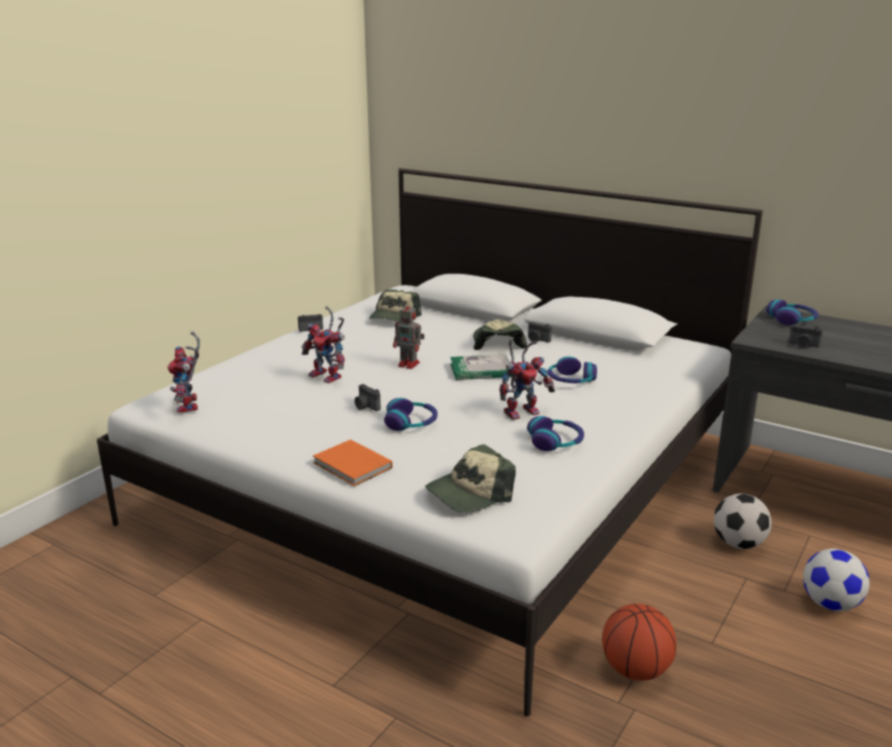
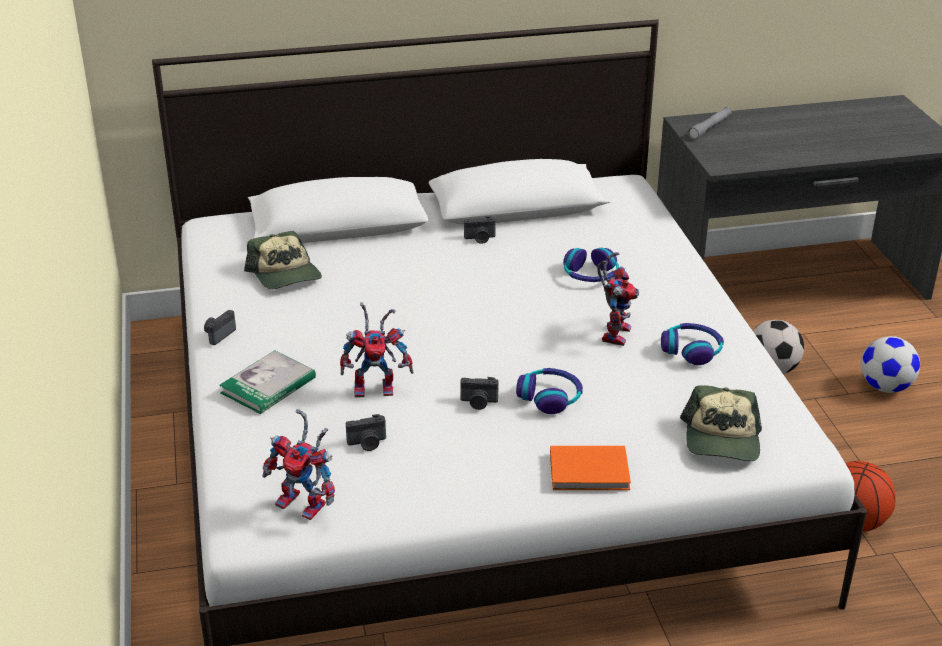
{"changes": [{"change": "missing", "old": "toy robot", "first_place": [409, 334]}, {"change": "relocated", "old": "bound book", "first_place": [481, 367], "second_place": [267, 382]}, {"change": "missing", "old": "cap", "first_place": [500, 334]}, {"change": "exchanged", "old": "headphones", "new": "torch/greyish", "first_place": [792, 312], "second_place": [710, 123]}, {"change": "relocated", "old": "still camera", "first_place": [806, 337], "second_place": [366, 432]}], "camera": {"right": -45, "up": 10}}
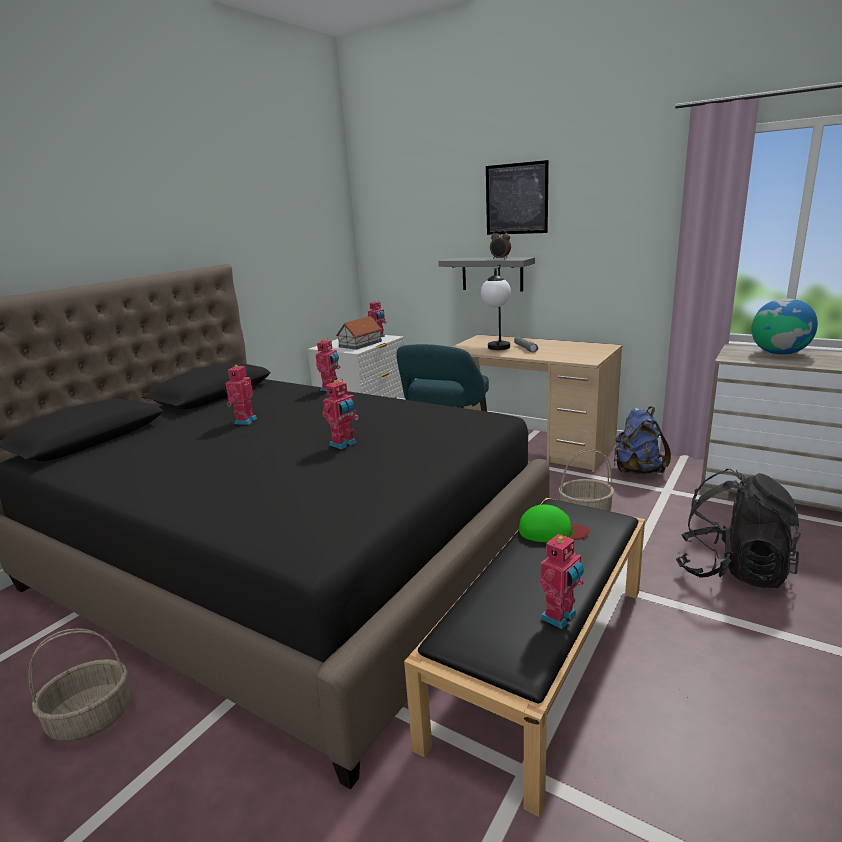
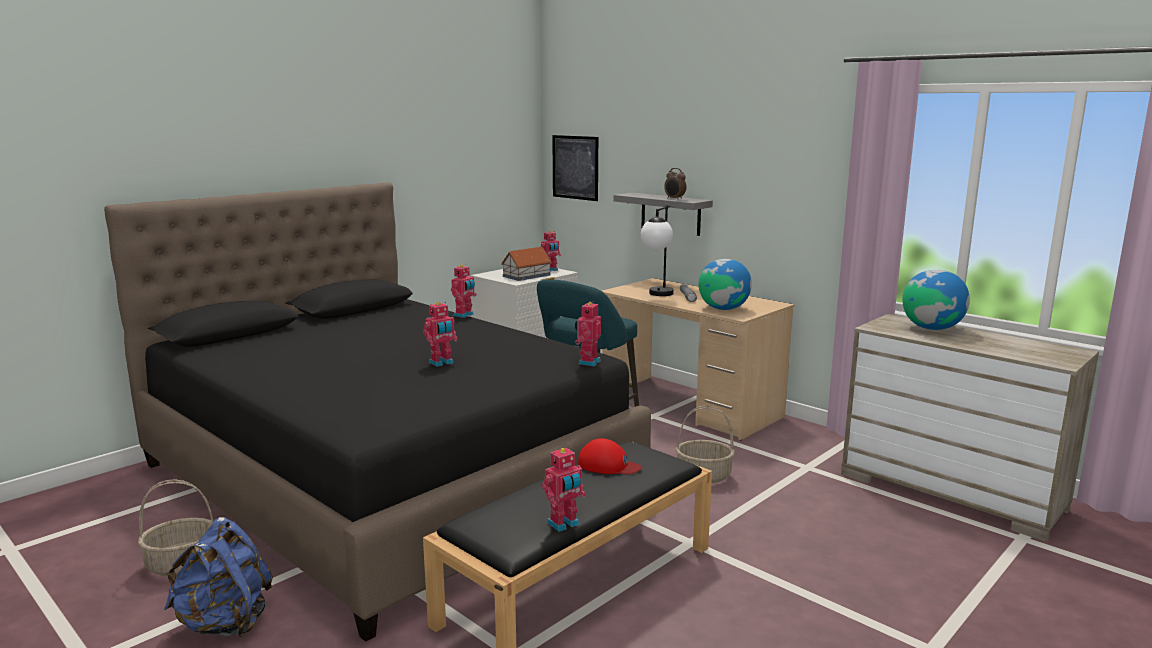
{"changes": [{"change": "relocated", "old": "toy robot", "first_place": [241, 394], "second_place": [588, 333]}, {"change": "relocated", "old": "wall picture", "first_place": [517, 197], "second_place": [575, 168]}, {"change": "colour", "old": "cap/green", "new": "cap/reddish", "first_place": [554, 524], "second_place": [610, 456]}, {"change": "relocated", "old": "backpack/bluish", "first_place": [642, 440], "second_place": [218, 577]}, {"change": "missing", "old": "backpack/black-coloured", "first_place": [738, 528]}, {"change": "appeared", "new": "world globe", "second_place": [725, 284]}], "camera": {"right": 10, "up": -5}}
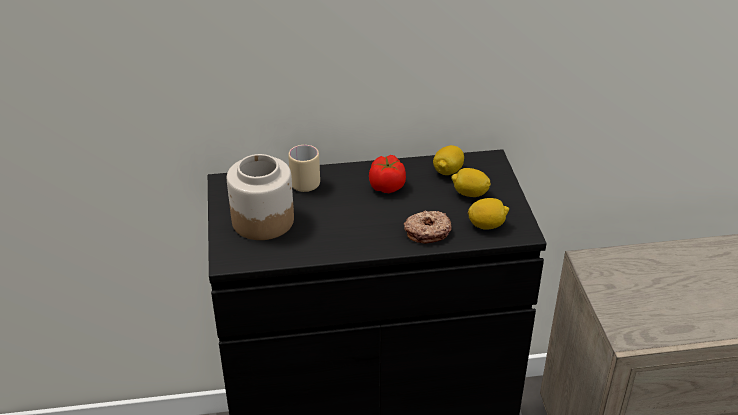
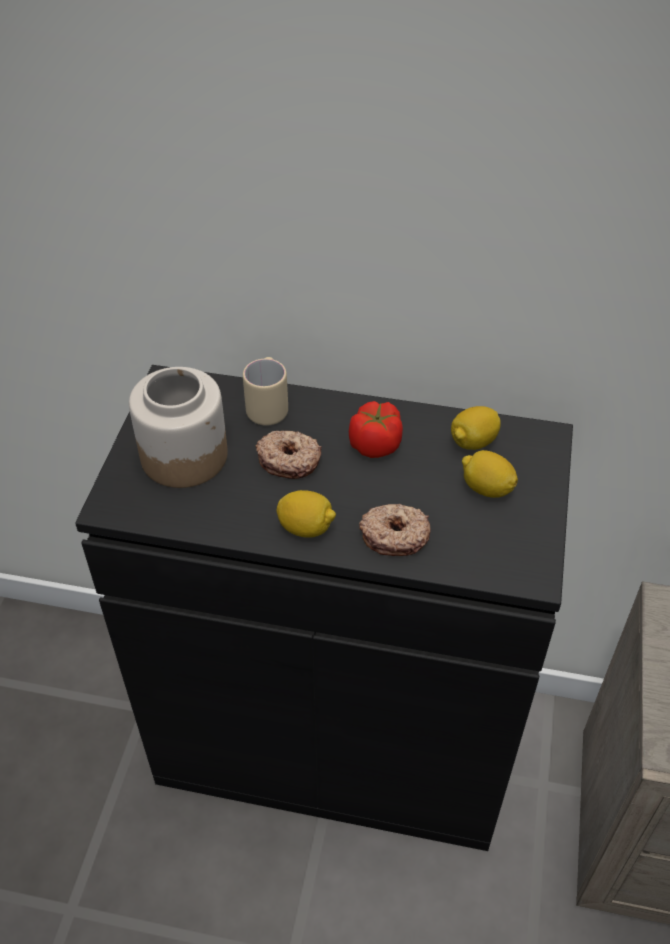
{"changes": [{"change": "relocated", "old": "lemon", "first_place": [488, 214], "second_place": [306, 514]}, {"change": "appeared", "new": "ring doughnut", "second_place": [288, 455]}], "camera": {"right": 20, "up": 10}}
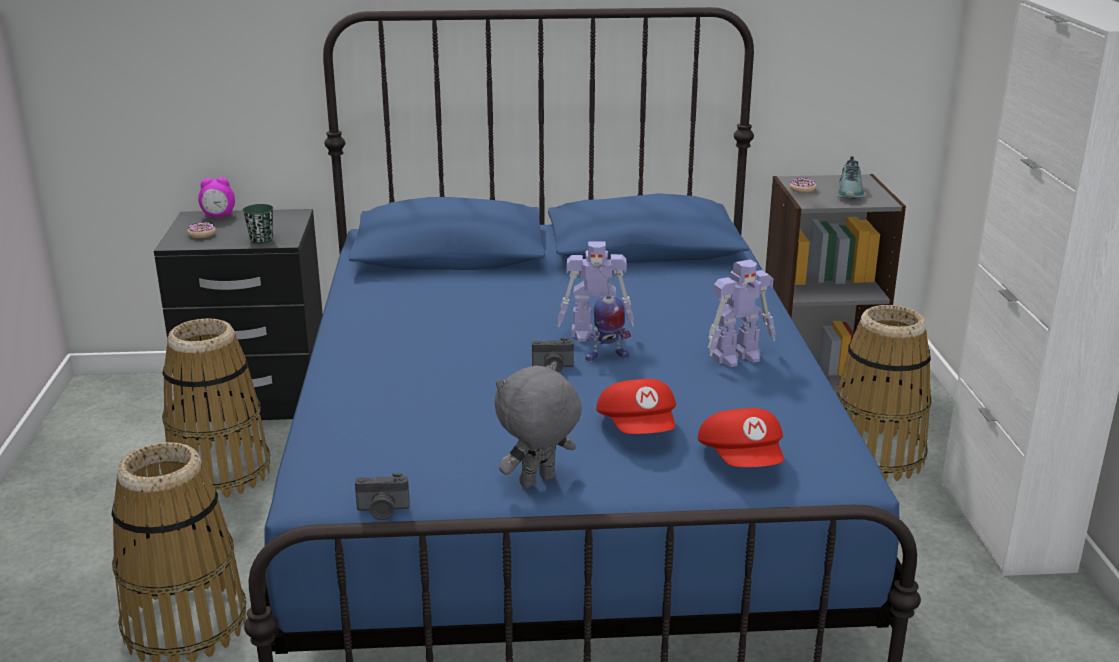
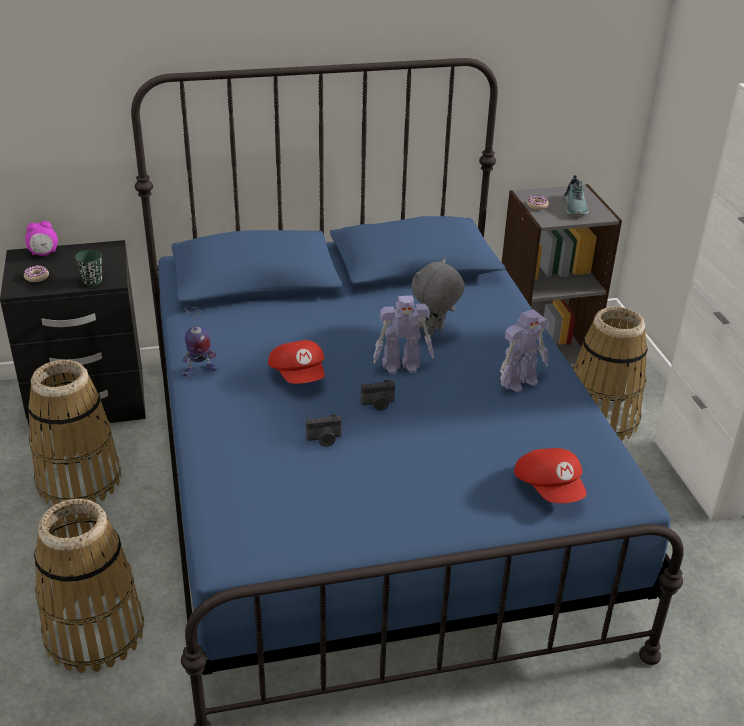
{"changes": [{"change": "relocated", "old": "still camera", "first_place": [382, 496], "second_place": [324, 430]}, {"change": "relocated", "old": "plush toy/greyish", "first_place": [538, 425], "second_place": [438, 297]}, {"change": "relocated", "old": "toy robot", "first_place": [608, 313], "second_place": [199, 341]}, {"change": "relocated", "old": "cap/reddish", "first_place": [636, 406], "second_place": [296, 362]}], "camera": {"right": -10, "up": 10}}
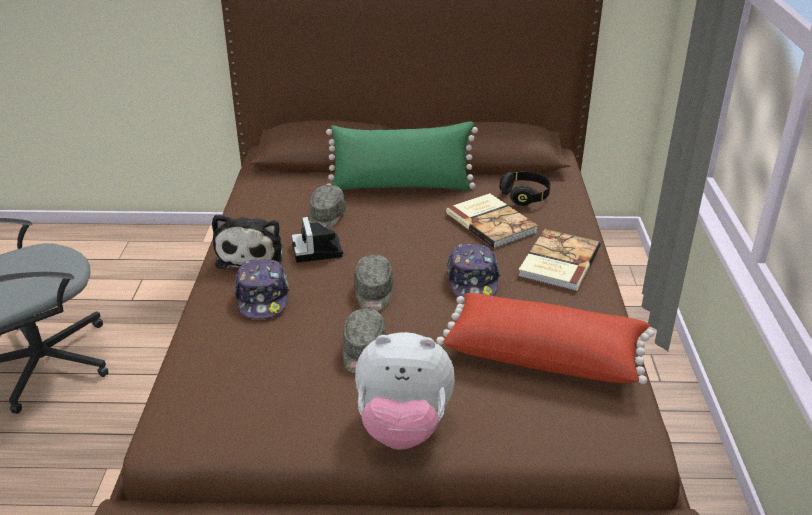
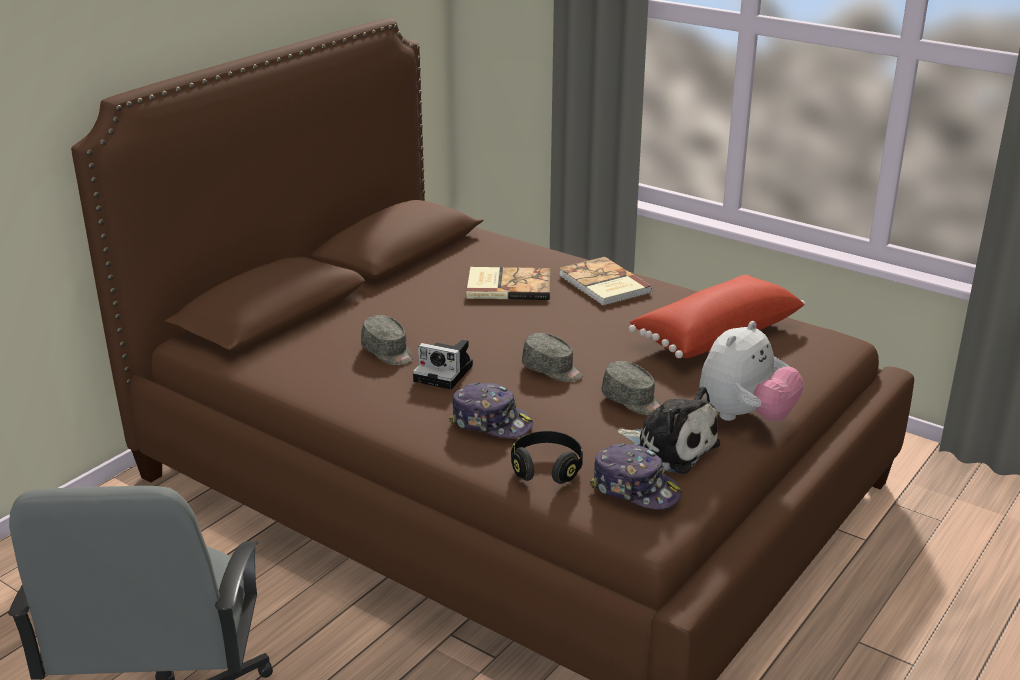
{"changes": [{"change": "relocated", "old": "plush toy", "first_place": [247, 241], "second_place": [669, 430]}, {"change": "missing", "old": "pillow/green", "first_place": [402, 156]}, {"change": "relocated", "old": "cap", "first_place": [473, 270], "second_place": [636, 476]}, {"change": "relocated", "old": "headphones/black-coloured", "first_place": [524, 189], "second_place": [547, 457]}], "camera": {"right": -55, "up": -5}}
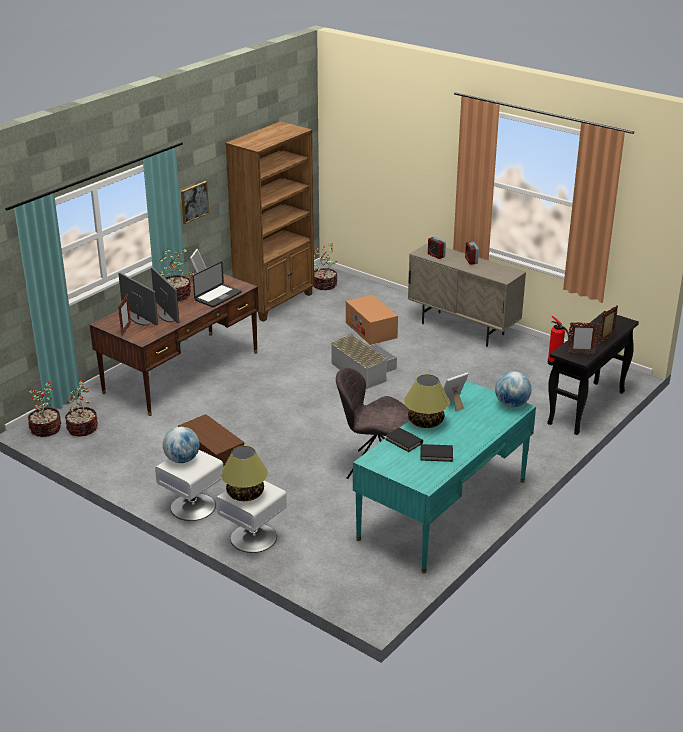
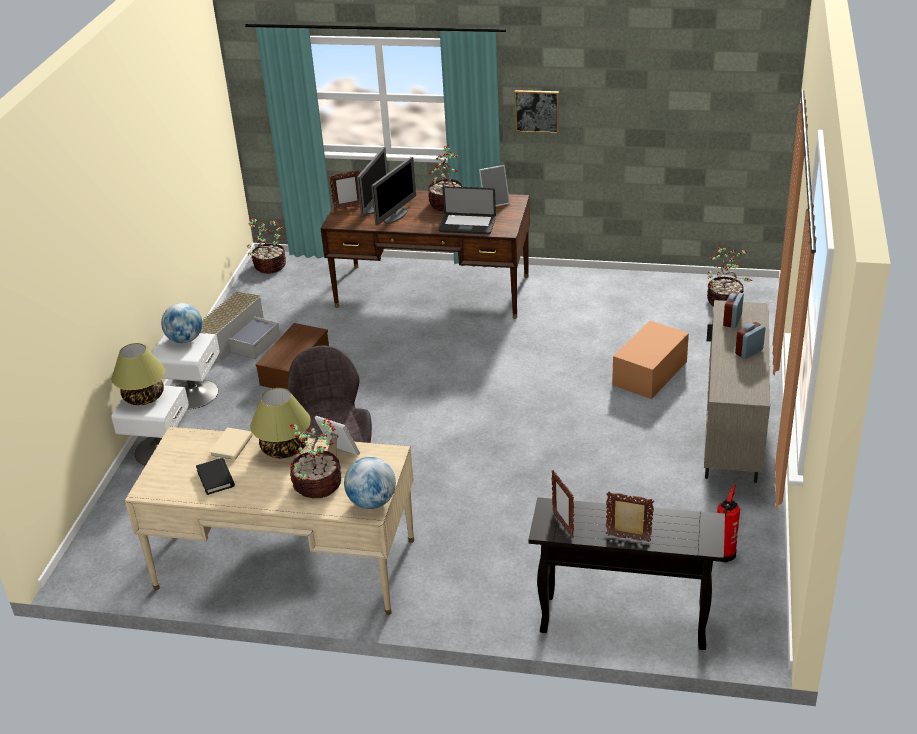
{"changes": [{"change": "relocated", "old": "plant in a pot", "first_place": [81, 408], "second_place": [315, 458]}, {"change": "missing", "old": "shelving unit/brown", "first_place": [269, 221]}, {"change": "relocated", "old": "storage box/greyish", "first_place": [364, 361], "second_place": [240, 327]}, {"change": "colour", "old": "desk unit/blue-green", "new": "desk unit/sand-coloured", "first_place": [444, 476], "second_place": [269, 521]}, {"change": "colour", "old": "bound book/black-coloured", "new": "bound book/sand-coloured", "first_place": [404, 439], "second_place": [231, 444]}], "camera": {"right": 65, "up": 5}}
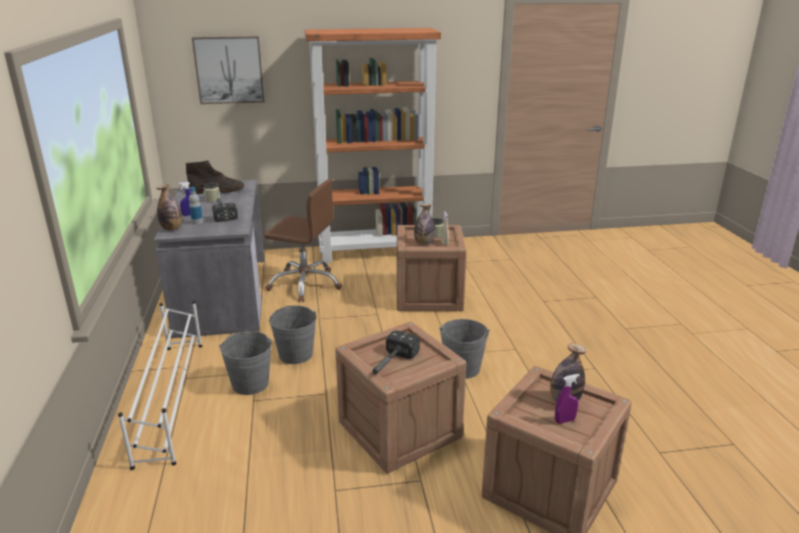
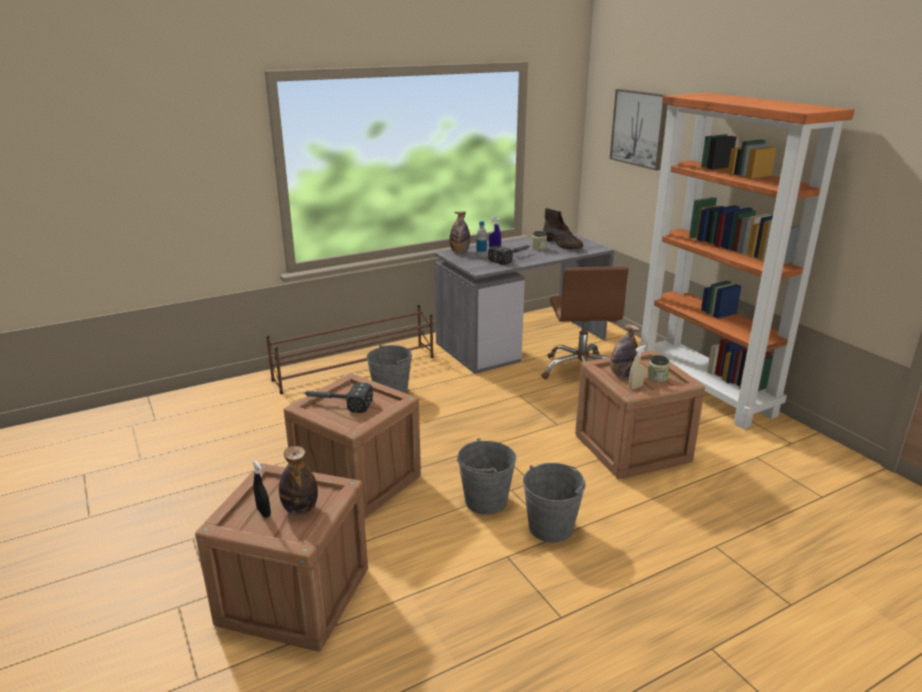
{"changes": [{"change": "colour", "old": "shoe rack/whitish", "new": "shoe rack/brown", "first_place": [160, 385], "second_place": [350, 349]}, {"change": "relocated", "old": "bucket/greyish", "first_place": [293, 335], "second_place": [554, 503]}, {"change": "colour", "old": "sprayer/purple", "new": "sprayer/black-coloured", "first_place": [567, 399], "second_place": [262, 489]}], "camera": {"right": 70, "up": 0}}
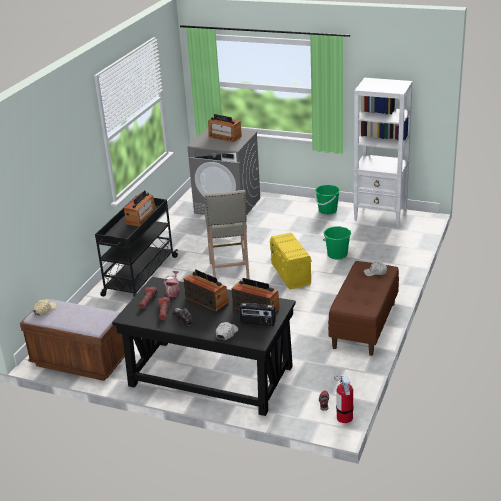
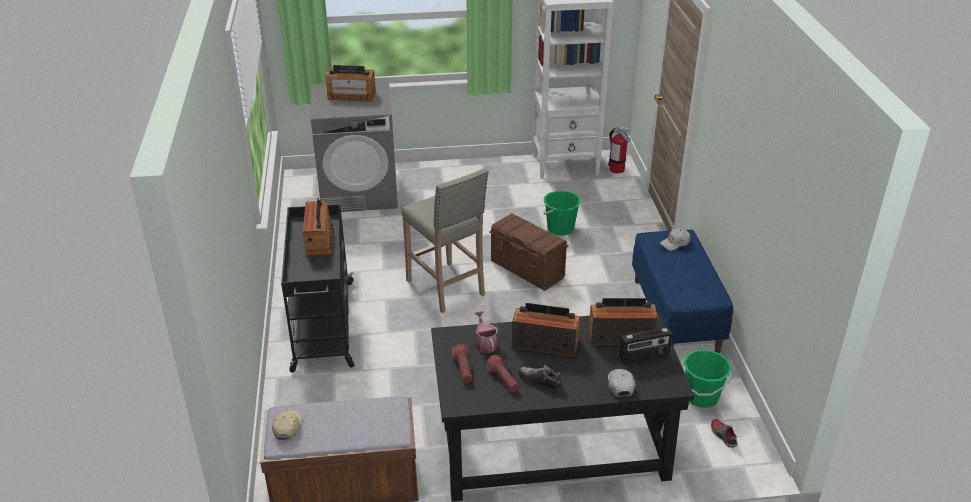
{"changes": [{"change": "colour", "old": "storage box/yellow-coloured", "new": "storage box/brown", "first_place": [290, 260], "second_place": [529, 252]}, {"change": "relocated", "old": "bucket/green", "first_place": [327, 200], "second_place": [707, 379]}, {"change": "colour", "old": "bench/brown", "new": "bench/bluish", "first_place": [363, 308], "second_place": [682, 291]}, {"change": "relocated", "old": "extinguisher", "first_place": [344, 399], "second_place": [619, 150]}], "camera": {"right": -30, "up": 5}}
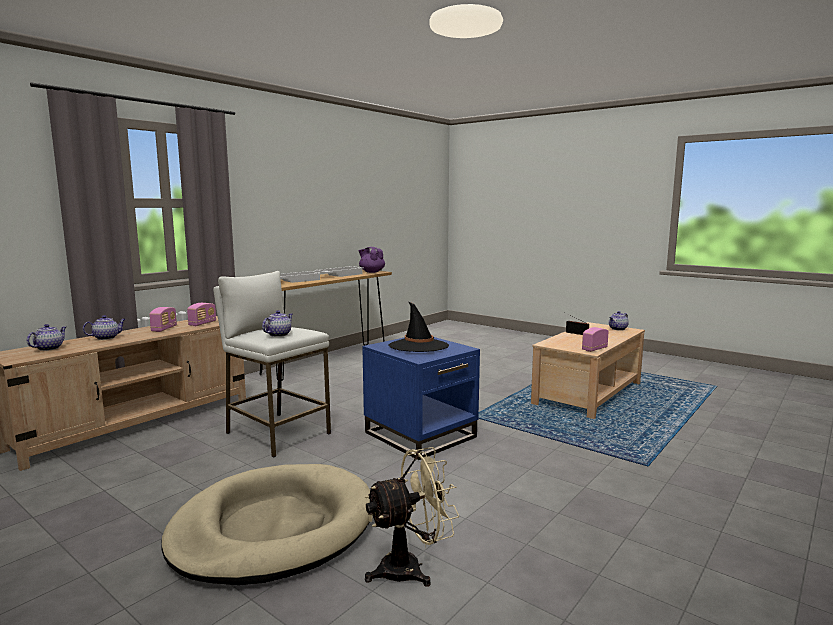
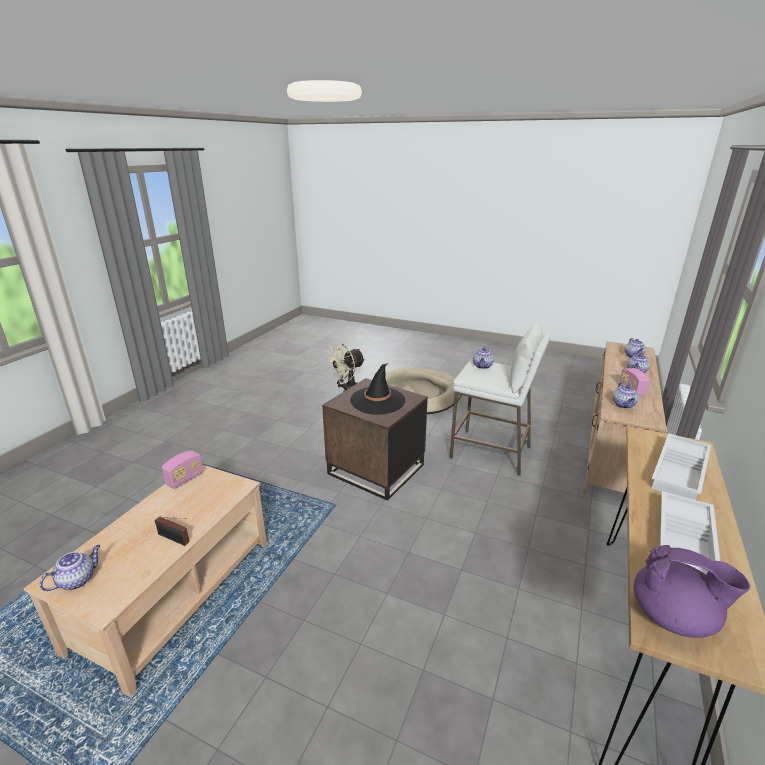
{"changes": [{"change": "exchanged", "old": "radio", "new": "teapot", "first_place": [201, 314], "second_place": [625, 395]}, {"change": "colour", "old": "end table/bluish", "new": "end table/brown", "first_place": [421, 398], "second_place": [375, 439]}], "camera": {"right": 165, "up": 15}}
